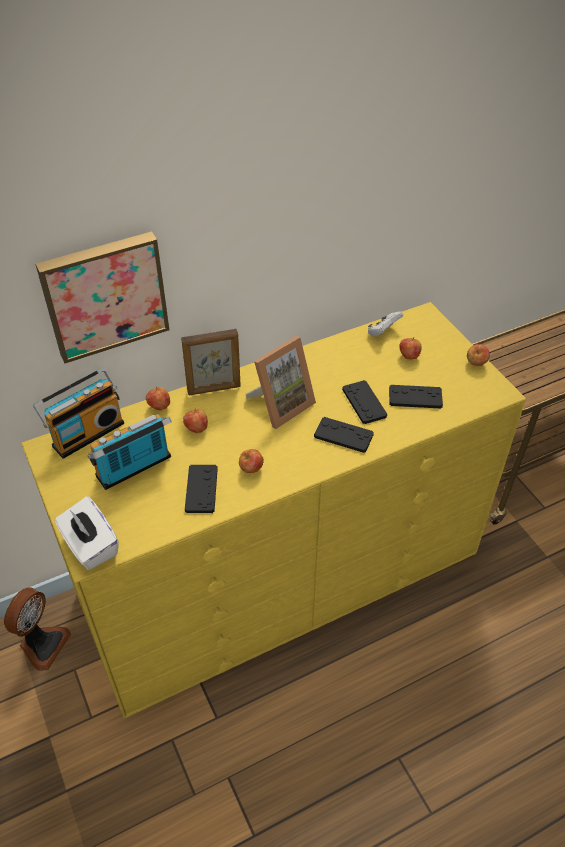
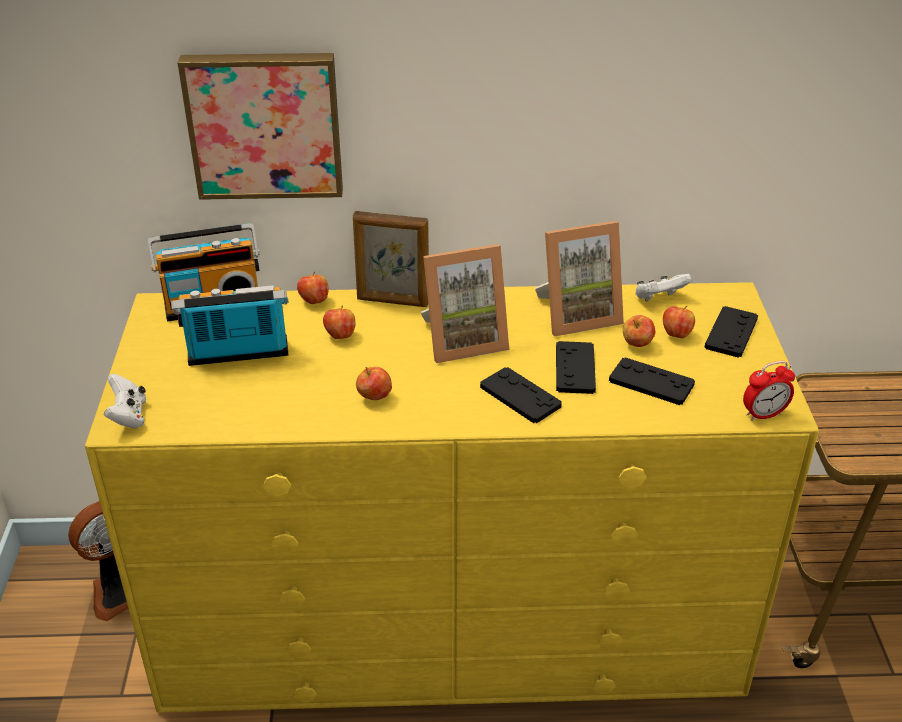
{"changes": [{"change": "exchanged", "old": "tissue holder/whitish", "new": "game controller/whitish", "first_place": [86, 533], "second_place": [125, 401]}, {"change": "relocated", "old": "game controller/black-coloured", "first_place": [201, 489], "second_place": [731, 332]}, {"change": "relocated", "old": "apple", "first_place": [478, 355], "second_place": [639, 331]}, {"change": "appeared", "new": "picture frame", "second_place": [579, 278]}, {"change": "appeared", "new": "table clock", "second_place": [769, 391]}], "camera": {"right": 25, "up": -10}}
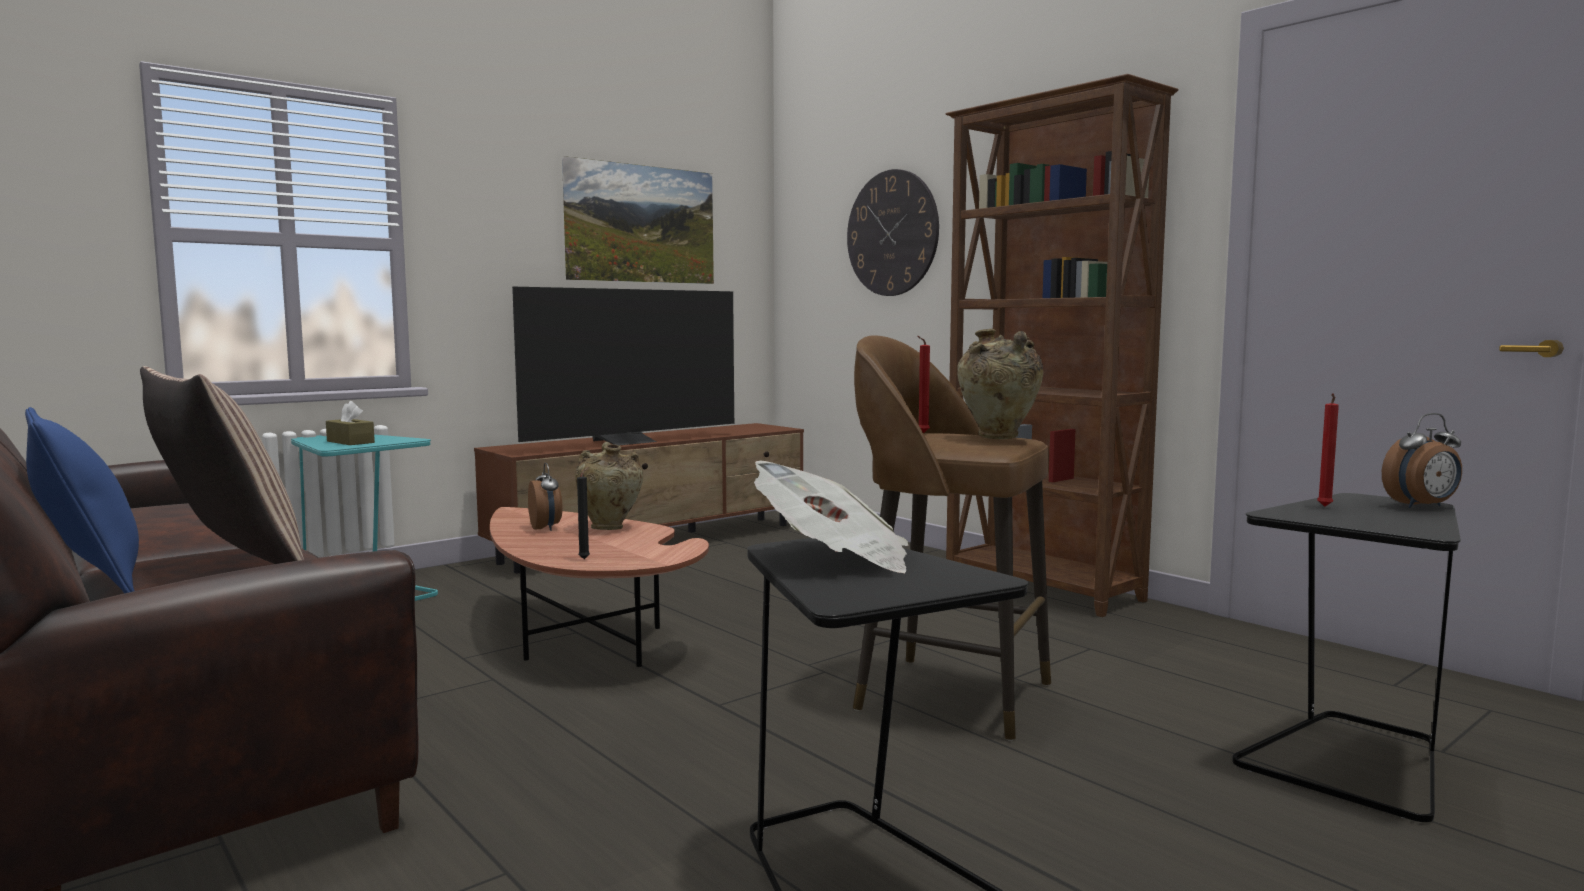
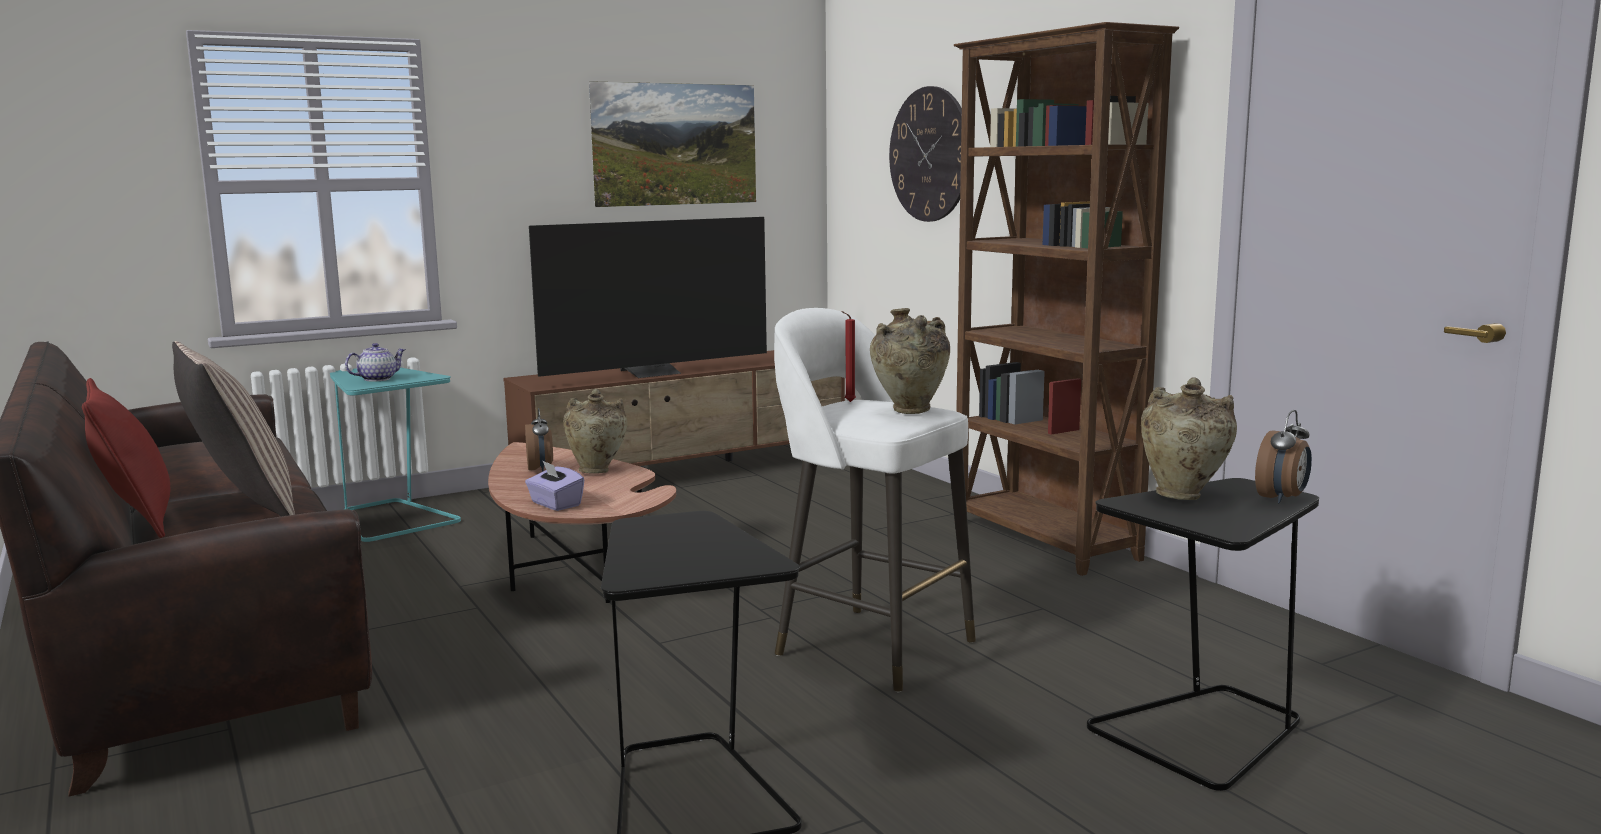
{"changes": [{"change": "colour", "old": "pillow/bluish", "new": "pillow/reddish", "first_place": [82, 500], "second_place": [126, 458]}, {"change": "exchanged", "old": "tissue holder/brown", "new": "teapot", "first_place": [350, 423], "second_place": [375, 362]}, {"change": "exchanged", "old": "wax candle/black-coloured", "new": "tissue holder/purple", "first_place": [583, 513], "second_place": [554, 485]}, {"change": "missing", "old": "newspaper", "first_place": [831, 516]}, {"change": "colour", "old": "stool seat/brown", "new": "stool seat/whitish", "first_place": [952, 538], "second_place": [875, 500]}, {"change": "exchanged", "old": "wax candle/reddish", "new": "vase/sand-coloured", "first_place": [1328, 450], "second_place": [1189, 438]}, {"change": "spun", "old": "table clock", "first_place": [1422, 460], "second_place": [1283, 456], "degrees": -45}], "camera": {"right": 10, "up": 5}}
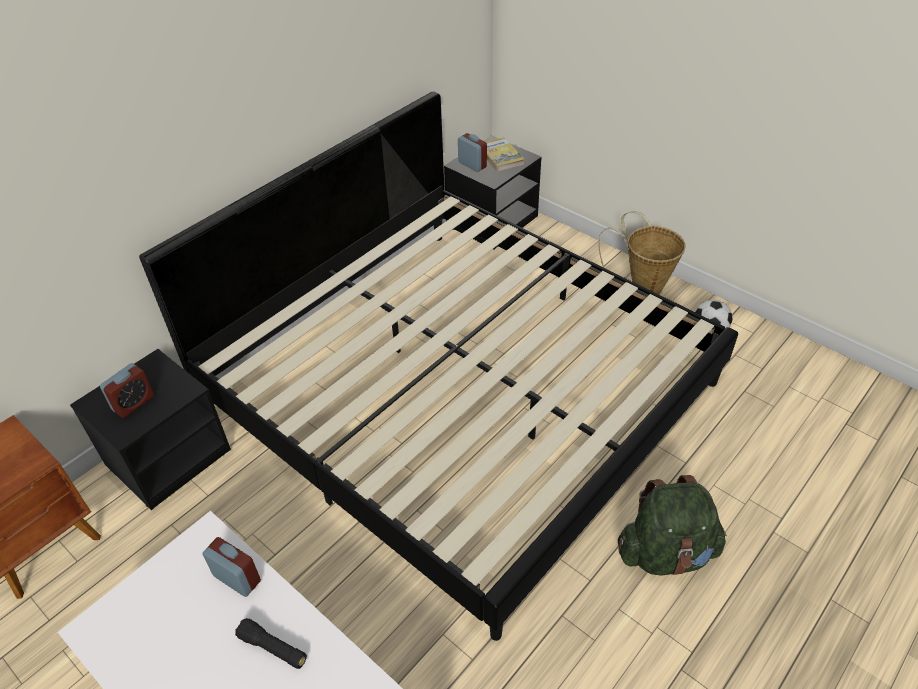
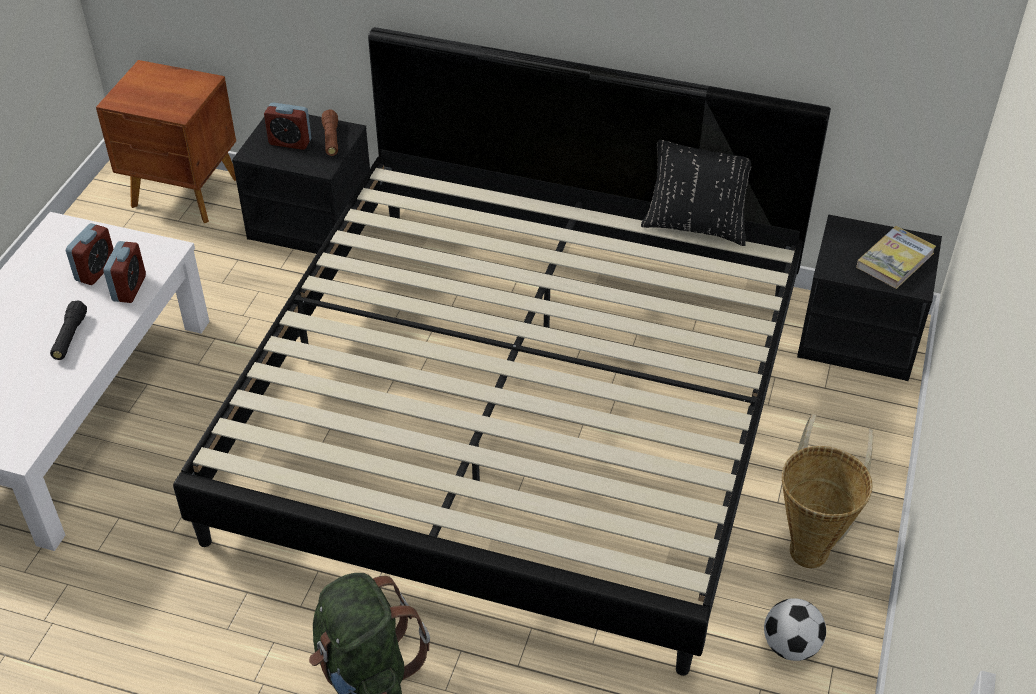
{"changes": [{"change": "relocated", "old": "table clock", "first_place": [472, 152], "second_place": [89, 254]}, {"change": "appeared", "new": "torch/brown", "second_place": [330, 132]}, {"change": "appeared", "new": "pillow/black-coloured", "second_place": [696, 193]}], "camera": {"right": 65, "up": 0}}
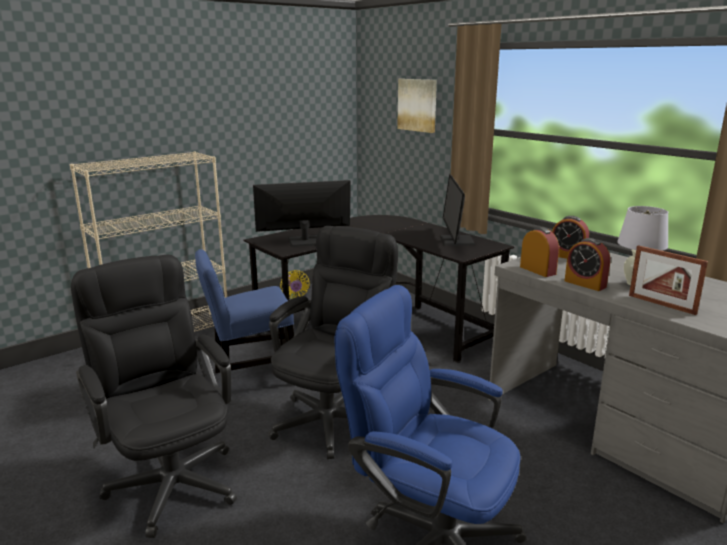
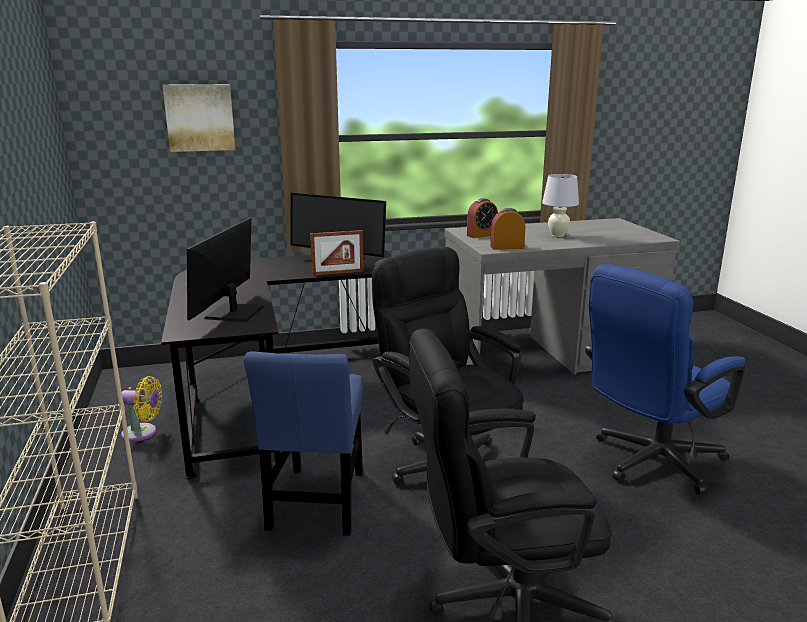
{"changes": [{"change": "missing", "old": "table clock", "first_place": [587, 264]}, {"change": "relocated", "old": "picture frame", "first_place": [668, 280], "second_place": [337, 253]}], "camera": {"right": -65, "up": 0}}
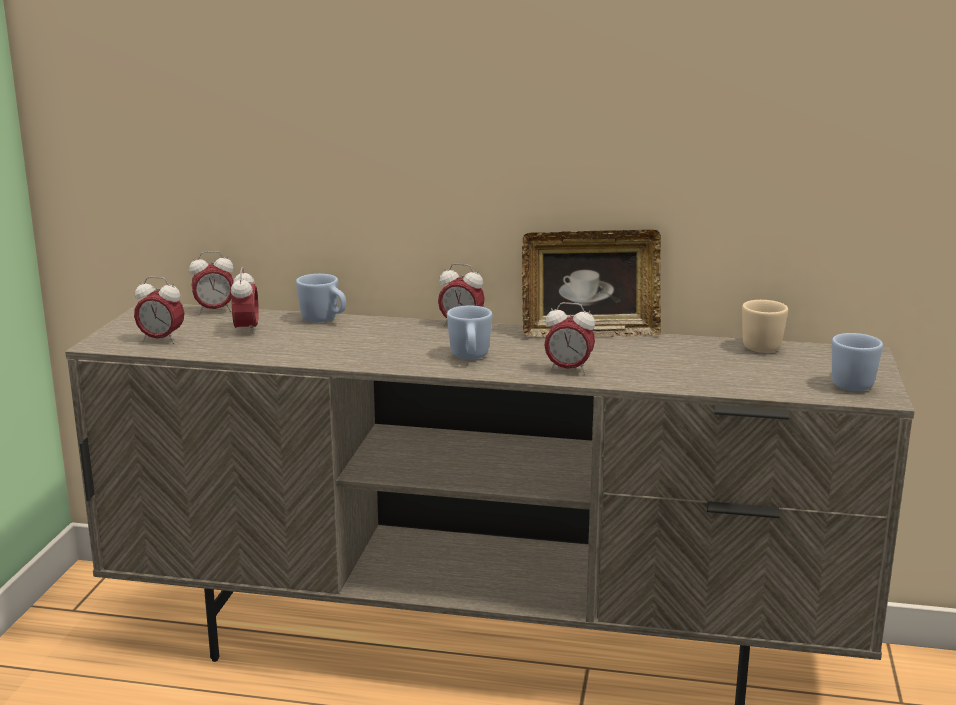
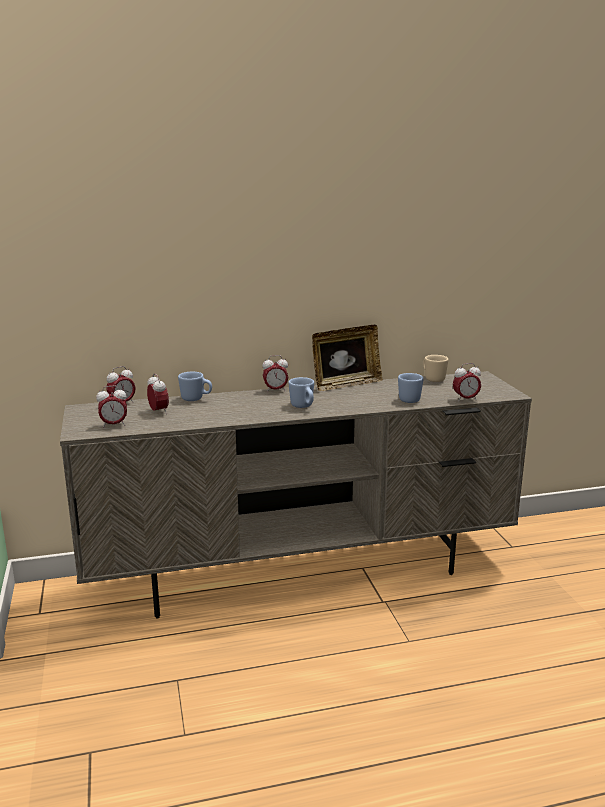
{"changes": [{"change": "relocated", "old": "table clock", "first_place": [569, 338], "second_place": [467, 382]}, {"change": "relocated", "old": "mug/bluish", "first_place": [857, 362], "second_place": [411, 388]}], "camera": {"right": -25, "up": 0}}
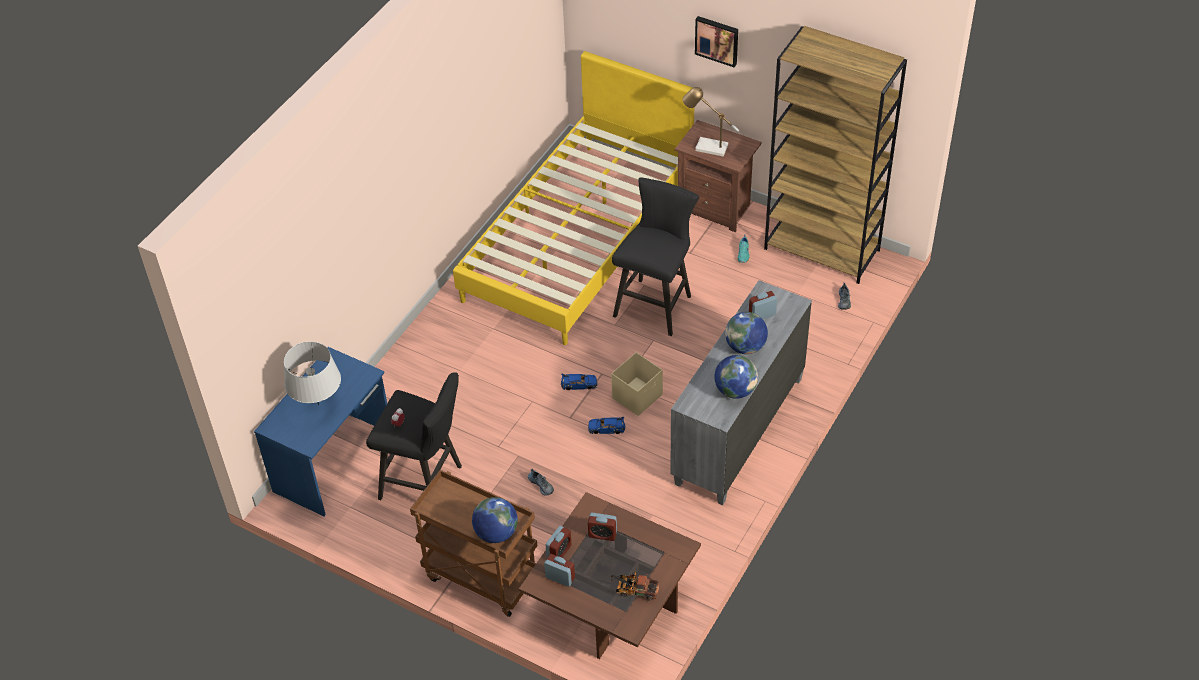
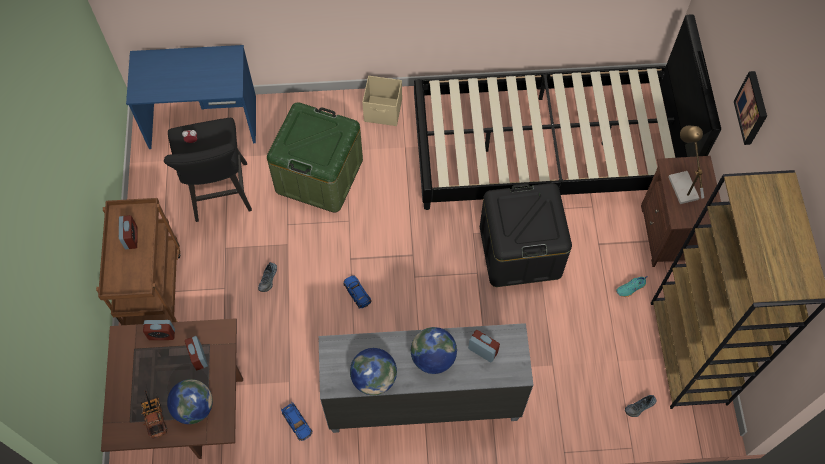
{"changes": [{"change": "missing", "old": "tabletop lamp/greyish", "first_place": [312, 373]}, {"change": "colour", "old": "sleeping bed/yellow-coloured", "new": "sleeping bed/black-coloured", "first_place": [573, 198], "second_place": [567, 112]}, {"change": "relocated", "old": "world globe", "first_place": [495, 520], "second_place": [190, 401]}, {"change": "relocated", "old": "table clock", "first_place": [559, 570], "second_place": [128, 232]}, {"change": "relocated", "old": "model car/bluish", "first_place": [579, 382], "second_place": [296, 422]}, {"change": "relocated", "old": "storage box/sand-coloured", "first_place": [637, 384], "second_place": [382, 101]}, {"change": "exchanged", "old": "stool seat/black-coloured", "new": "storage box/black-coloured", "first_place": [655, 256], "second_place": [526, 235]}, {"change": "appeared", "new": "storage box/green", "second_place": [315, 157]}], "camera": {"right": 55, "up": 15}}
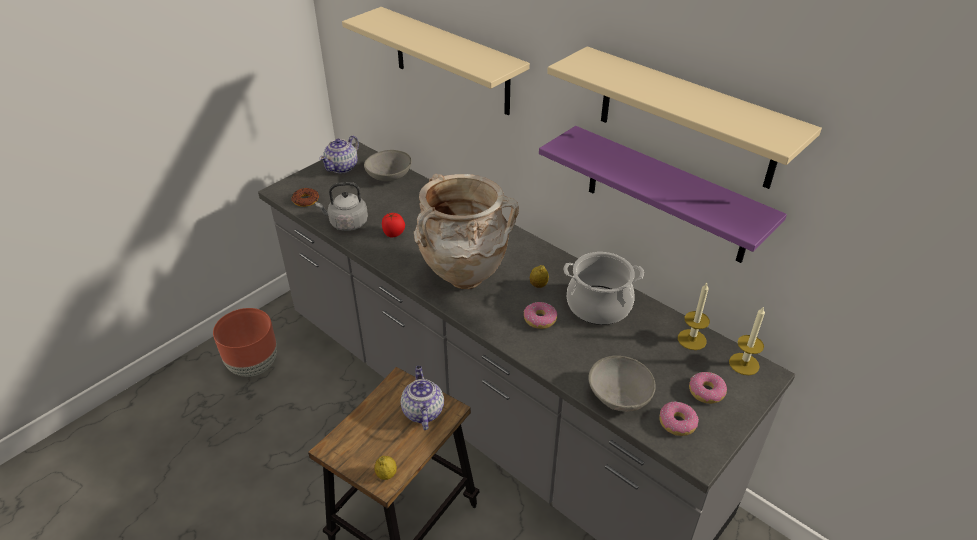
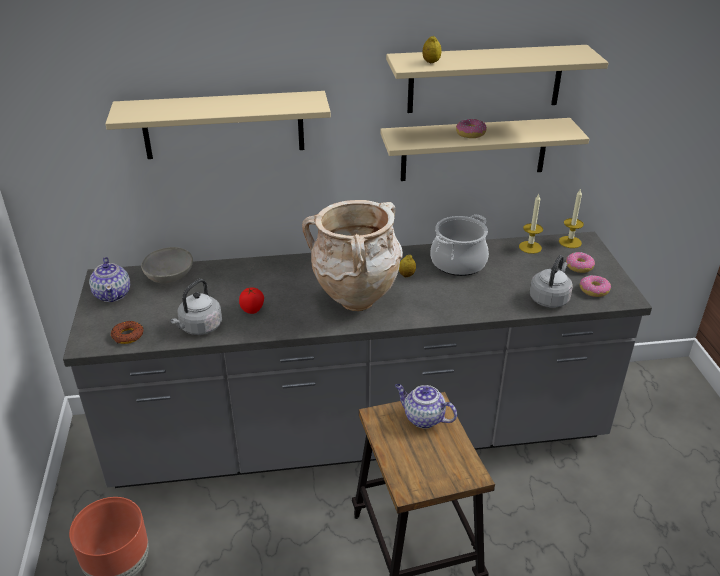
{"changes": [{"change": "relocated", "old": "lemon", "first_place": [385, 468], "second_place": [431, 49]}, {"change": "relocated", "old": "ring doughnut", "first_place": [540, 315], "second_place": [471, 128]}, {"change": "colour", "old": "wall shelf/purple", "new": "wall shelf/sand-coloured", "first_place": [663, 194], "second_place": [484, 149]}, {"change": "exchanged", "old": "bowl/greyish", "new": "tea kettle/greyish", "first_place": [622, 384], "second_place": [551, 281]}], "camera": {"right": -50, "up": -5}}
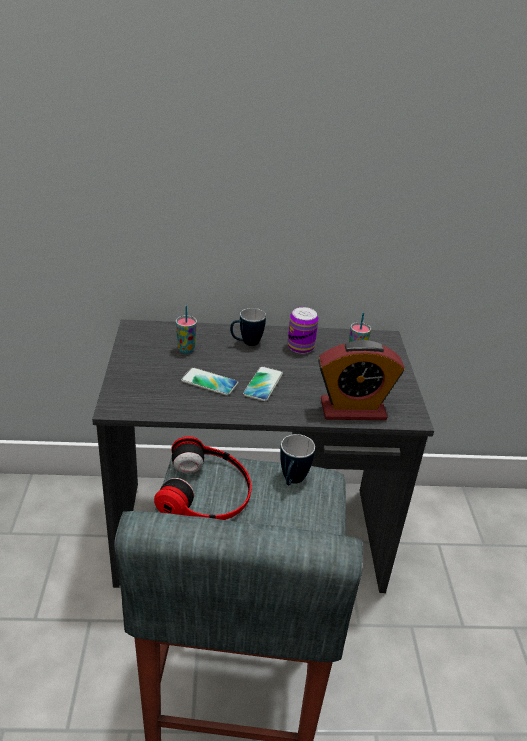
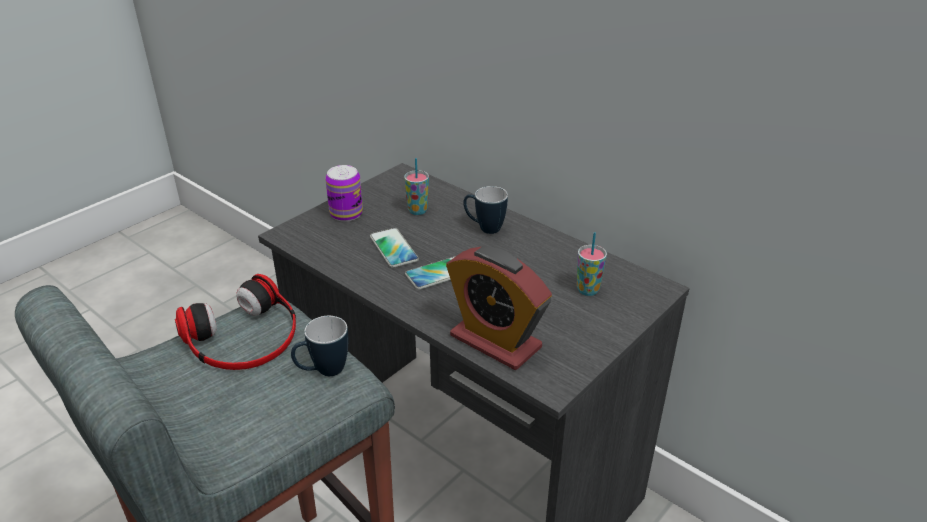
{"changes": [{"change": "relocated", "old": "metal can", "first_place": [303, 330], "second_place": [344, 193]}], "camera": {"right": 45, "up": 0}}
